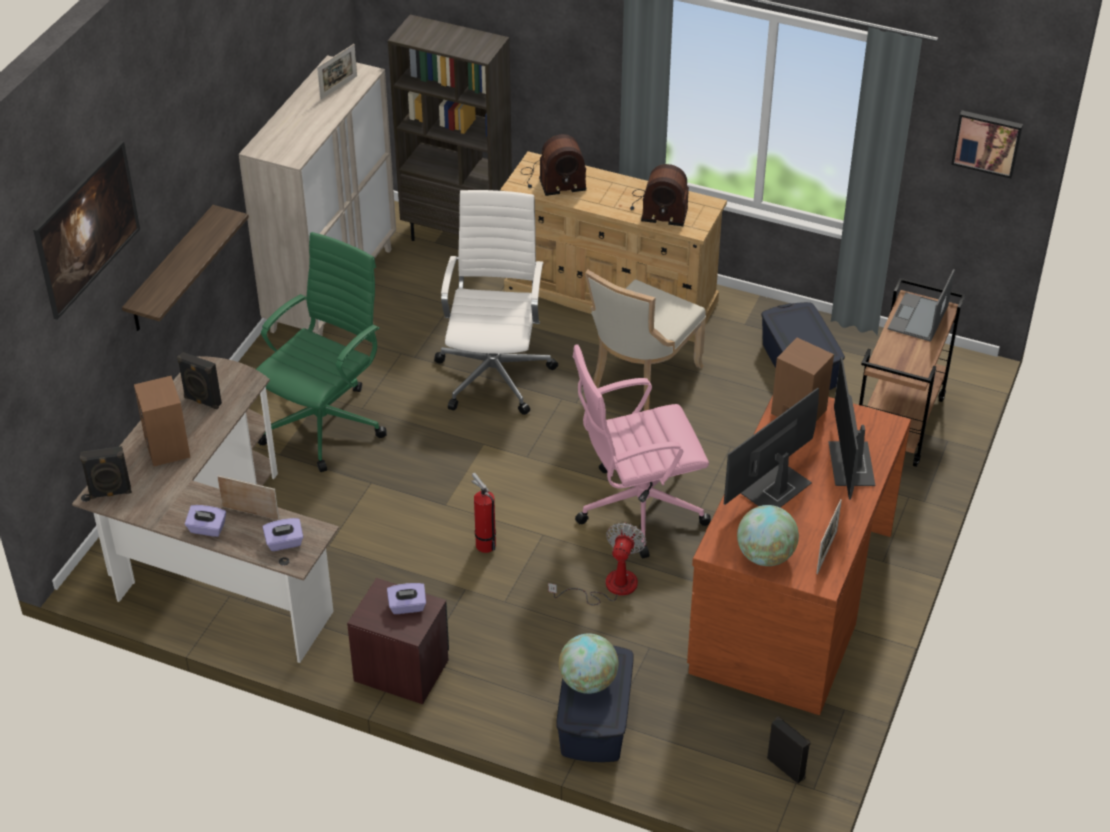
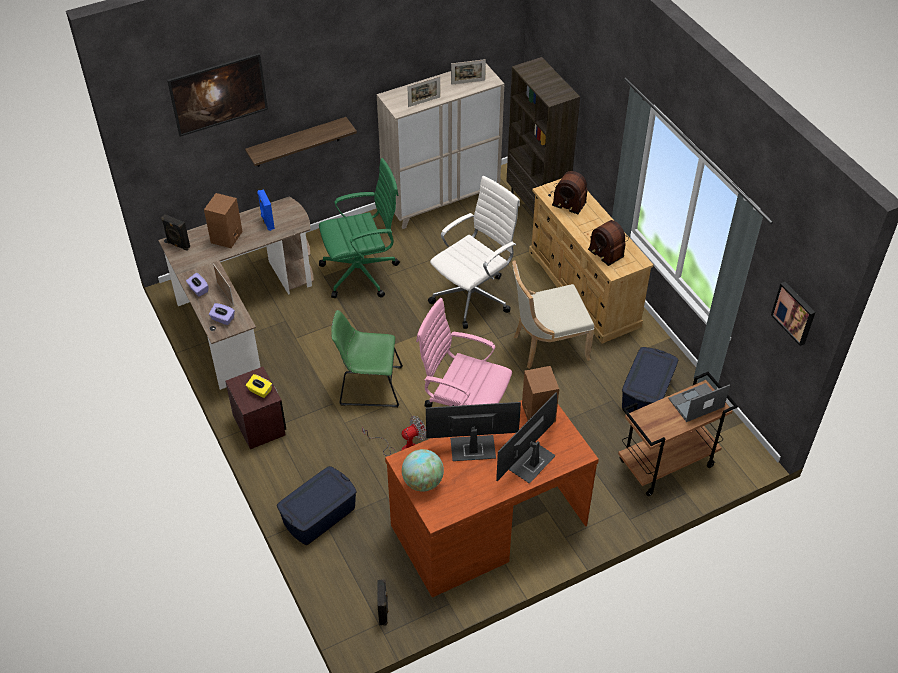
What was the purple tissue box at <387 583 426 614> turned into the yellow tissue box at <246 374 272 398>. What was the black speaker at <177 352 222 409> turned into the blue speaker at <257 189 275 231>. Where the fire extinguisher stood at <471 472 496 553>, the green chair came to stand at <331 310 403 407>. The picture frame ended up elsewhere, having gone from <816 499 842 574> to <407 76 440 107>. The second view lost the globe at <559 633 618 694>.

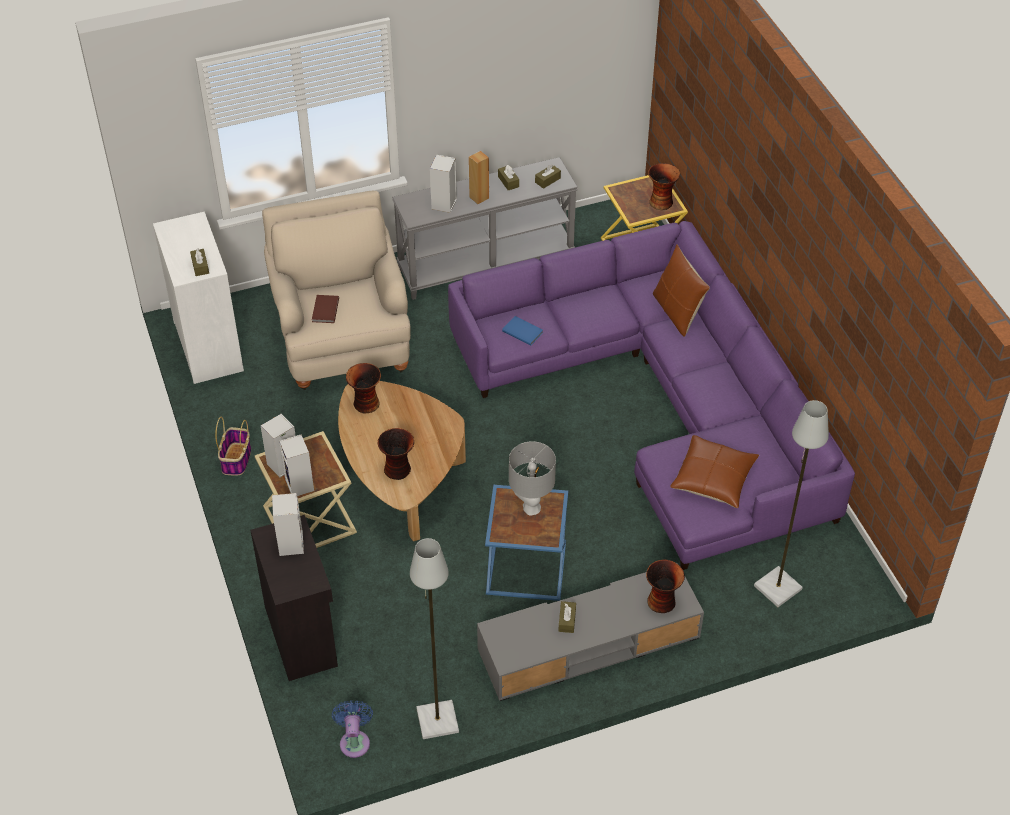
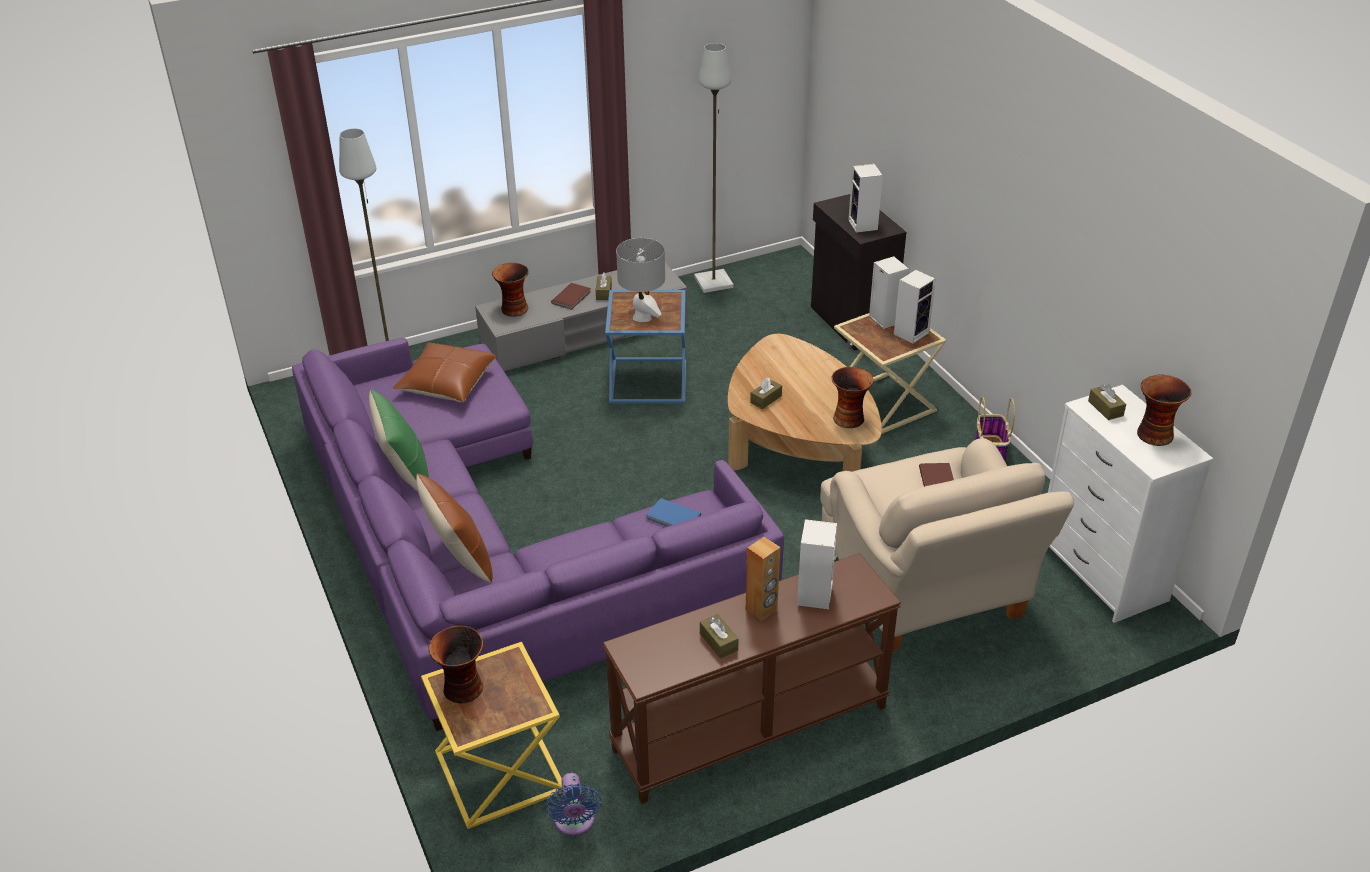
The second view gained the green pillow at <369 390 429 492>. The blue fan ended up elsewhere, having gone from <332 700 373 758> to <545 773 602 836>. The second view gained the brown book at <551 283 591 310>. What was the grey console table at <392 157 578 300> turned into the brown console table at <603 553 901 804>. The brown tissue box ended up elsewhere, having gone from <535 164 561 189> to <750 377 782 409>. The vase ended up elsewhere, having gone from <378 428 414 480> to <1137 374 1191 446>.

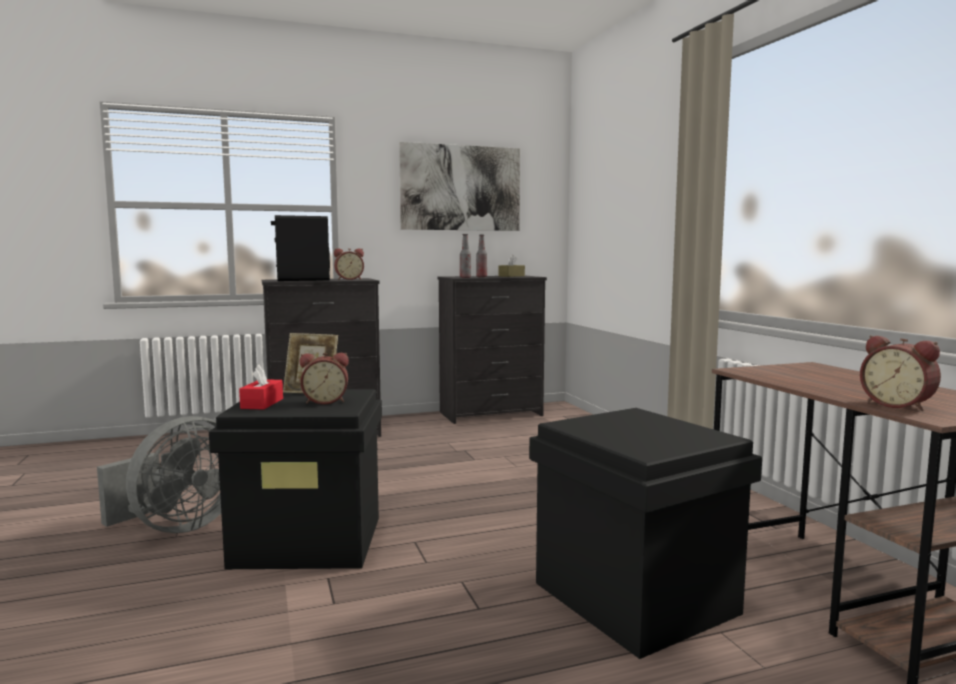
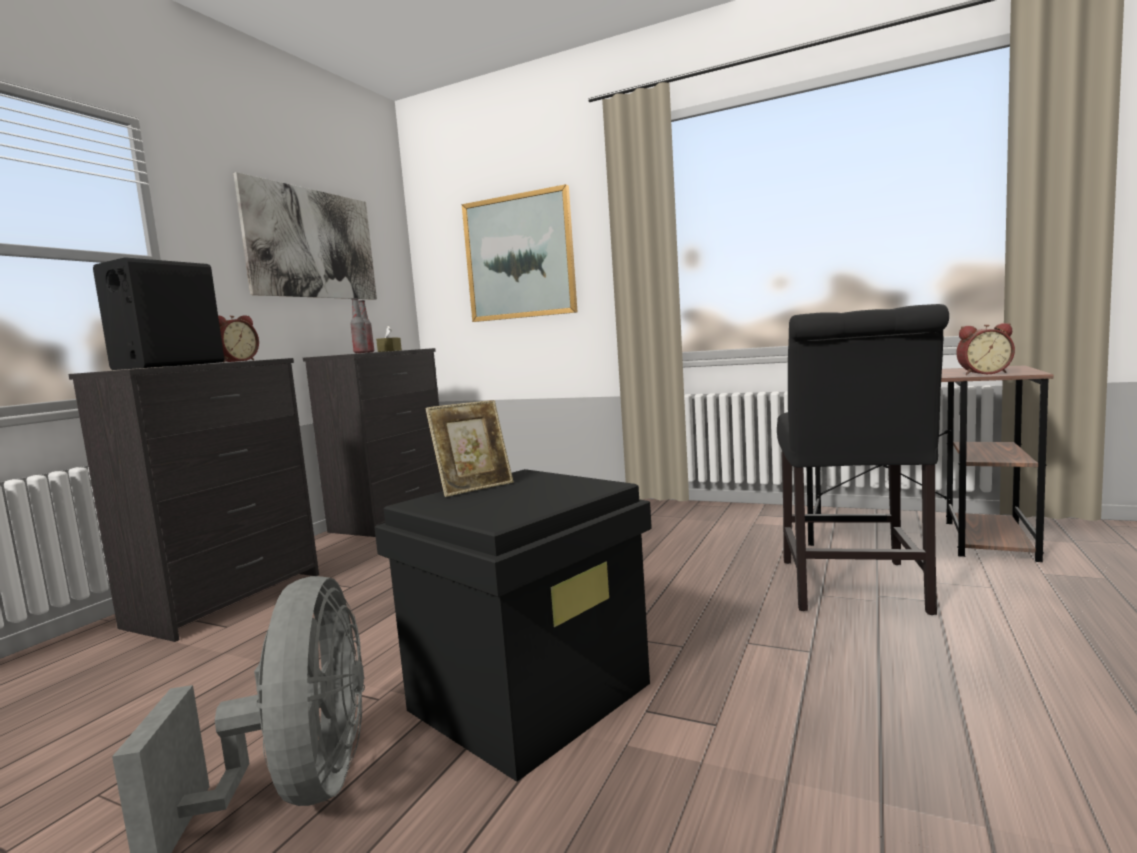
The second view gained the picture at <462 184 578 322>. Where the black storage box stood at <529 408 762 659>, the black chair came to stand at <777 304 949 615>. The second view lost the red tissue box at <239 365 283 410>. The second view lost the alarm clock at <300 353 349 405>.

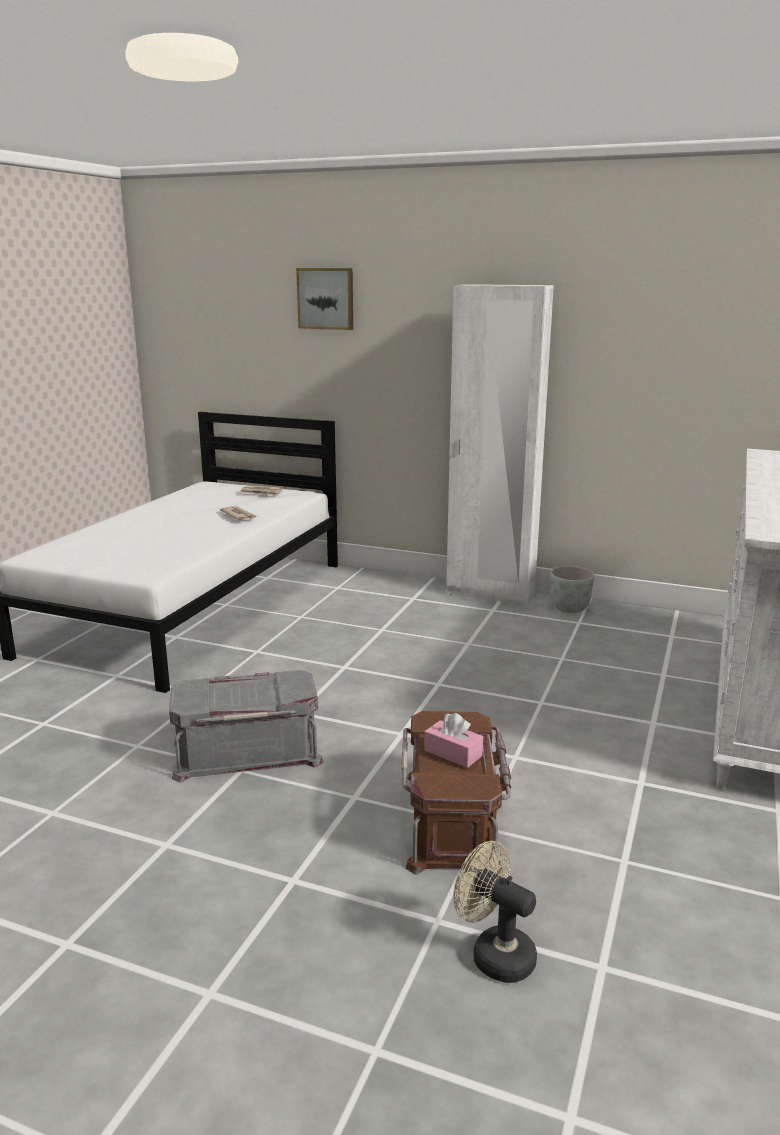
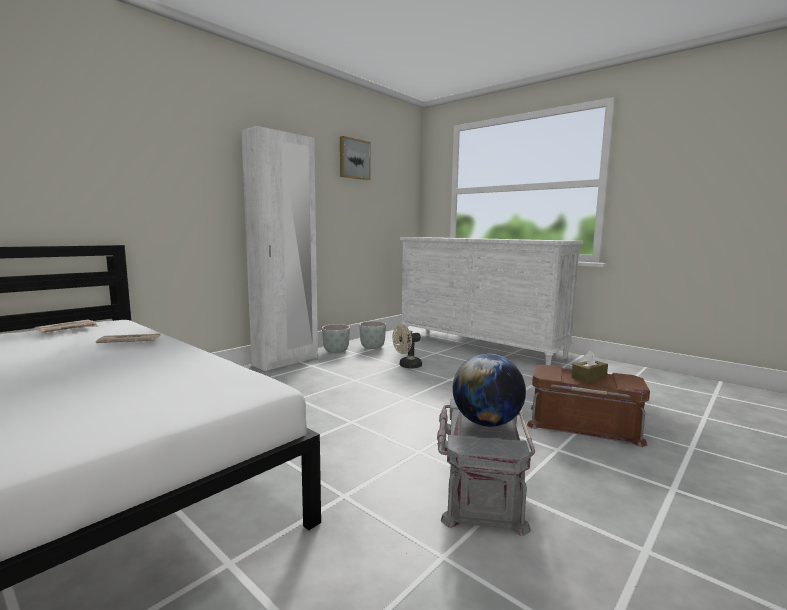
The picture ended up elsewhere, having gone from <296 268 353 330> to <340 136 371 180>. The second view gained the grey planter at <359 321 386 349>. The beige fan ended up elsewhere, having gone from <454 841 537 983> to <392 324 422 369>. The second view gained the globe at <453 354 526 427>. What was the pink tissue box at <424 713 483 768> turned into the brown tissue box at <571 350 608 383>.

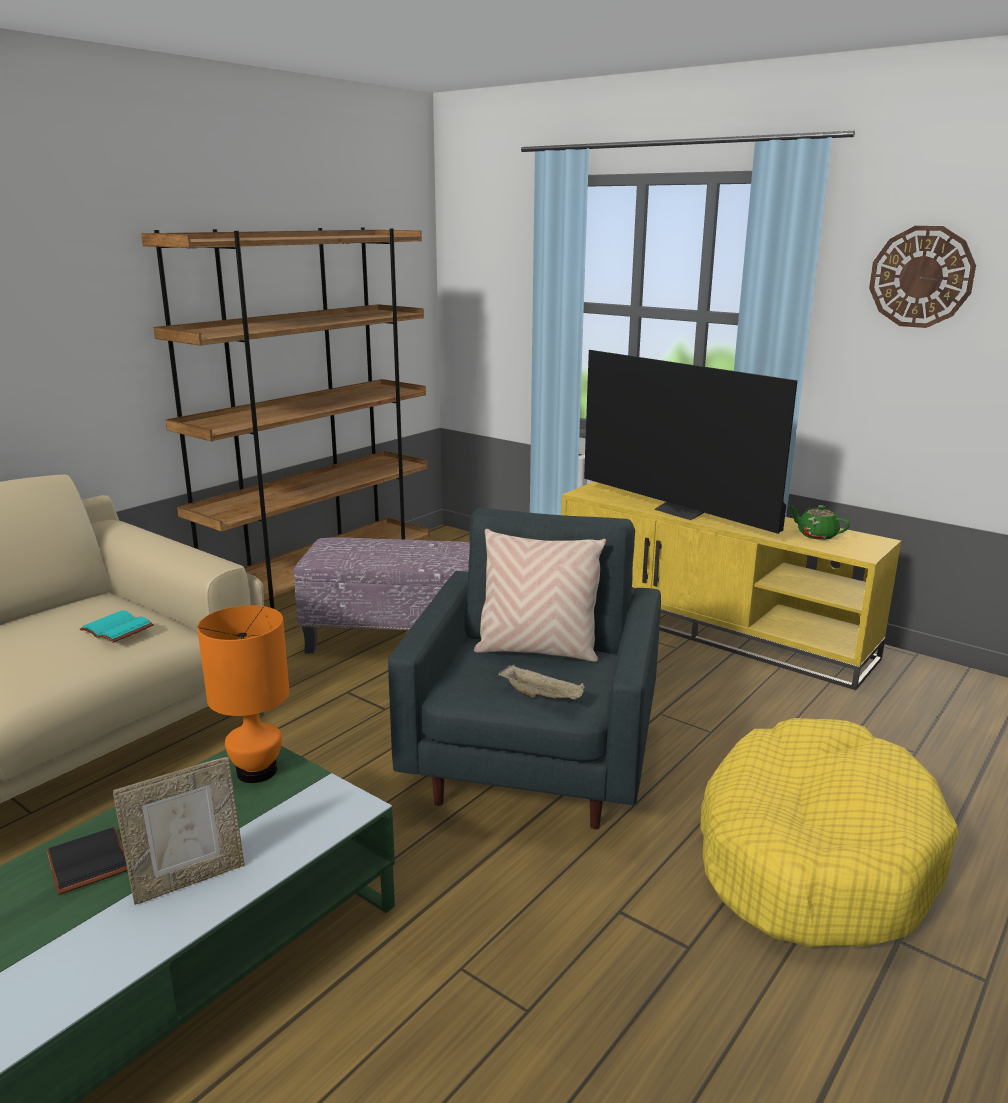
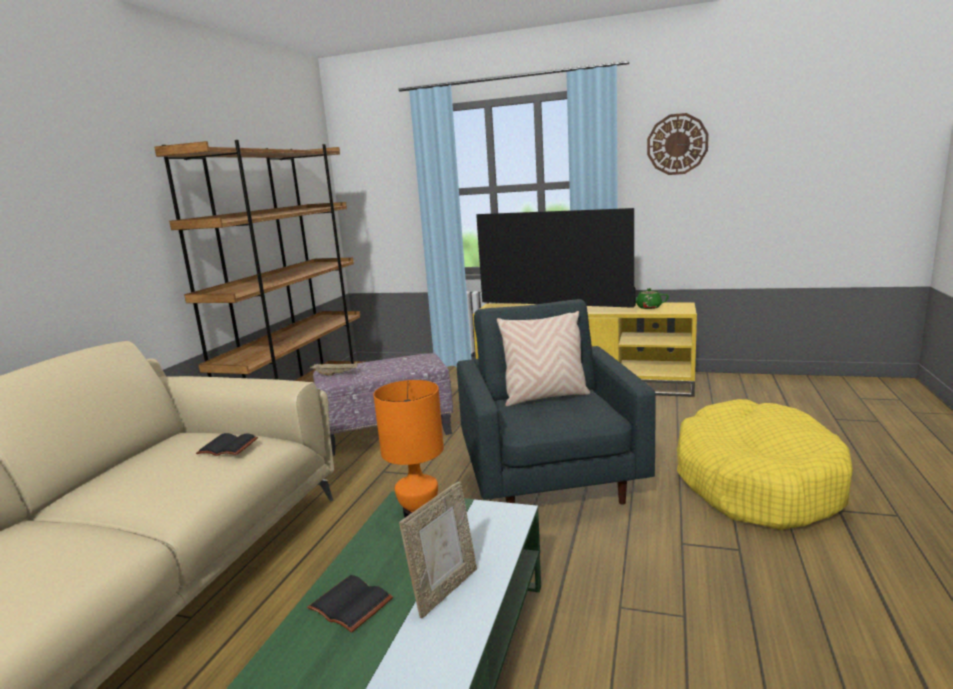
What was the turquoise book at <80 611 154 643> turned into the black book at <196 433 258 456>. The beige tray ended up elsewhere, having gone from <498 665 585 700> to <310 363 358 376>.

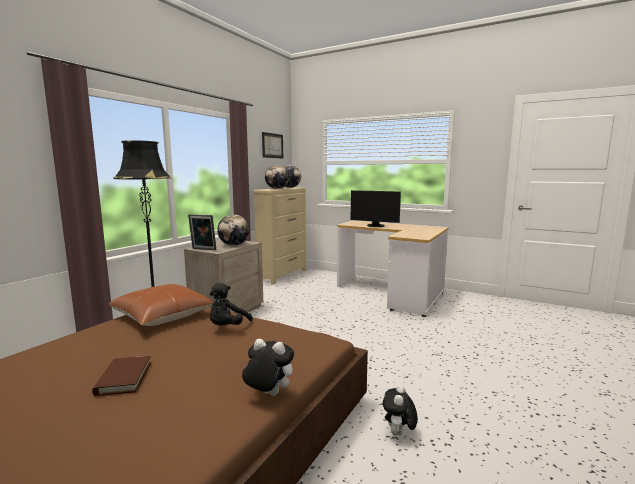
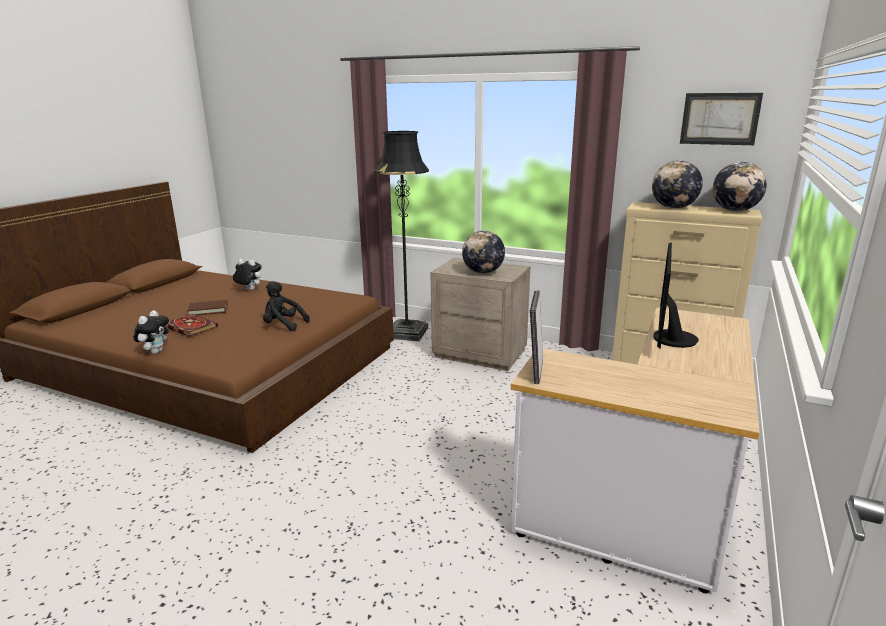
The second view gained the book at <166 314 218 337>. The plush toy ended up elsewhere, having gone from <383 385 418 435> to <233 259 261 290>. The picture frame ended up elsewhere, having gone from <188 214 216 250> to <530 291 543 384>. The second view lost the brown pillow at <108 284 213 326>.

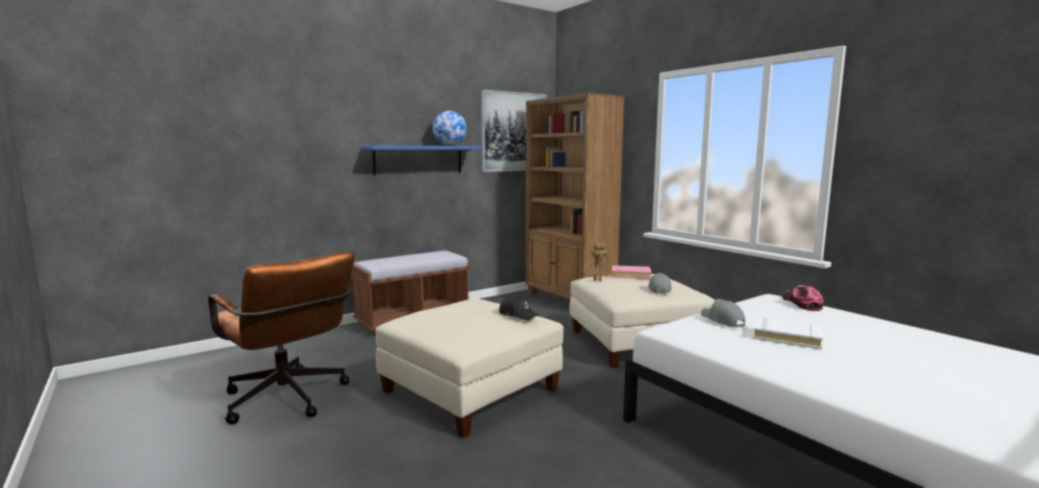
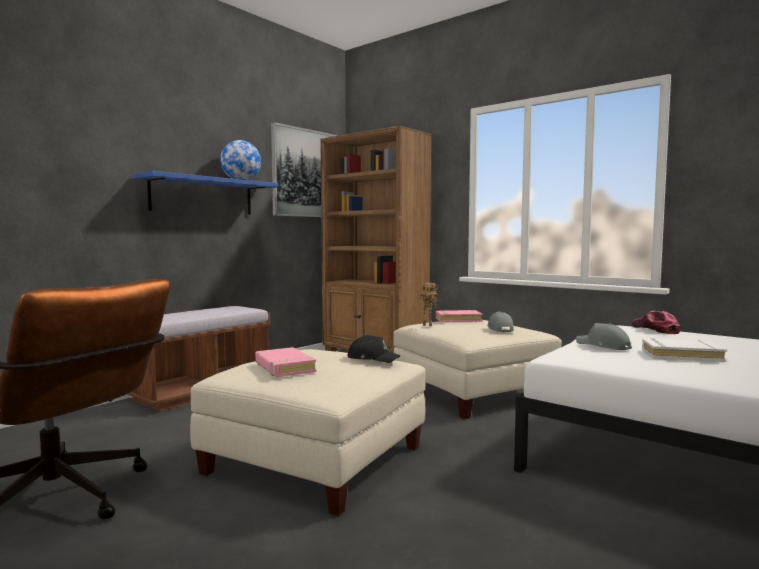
The second view gained the pink book at <256 347 316 377>.

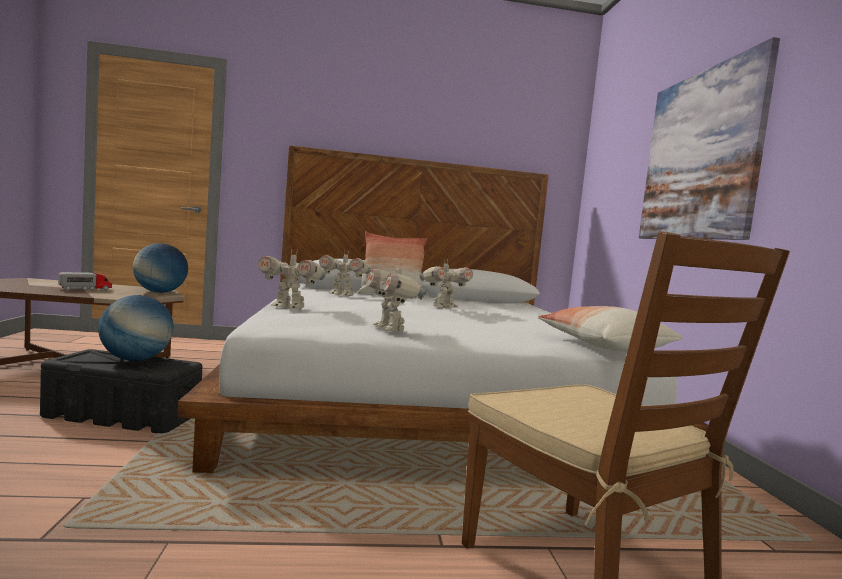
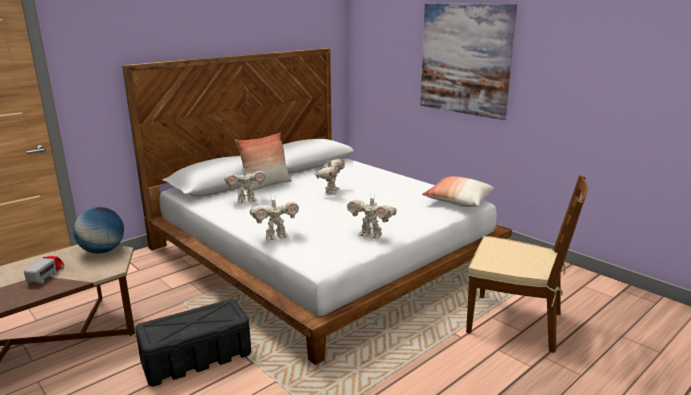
The second view lost the globe at <98 295 173 361>.

